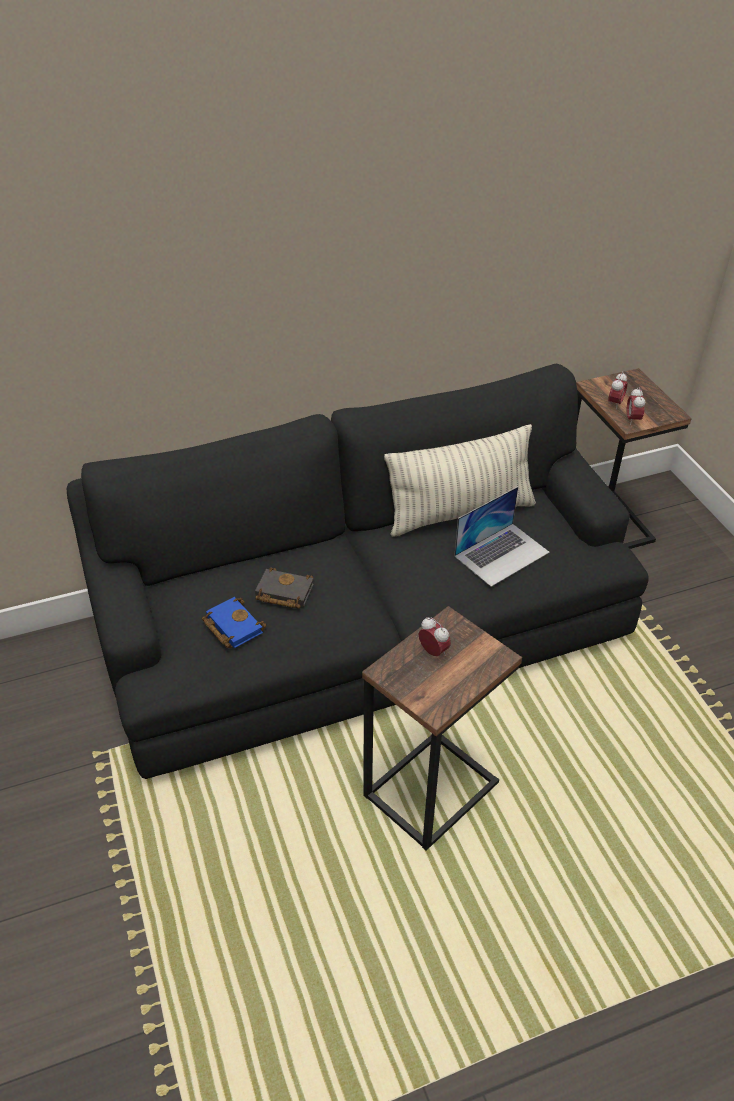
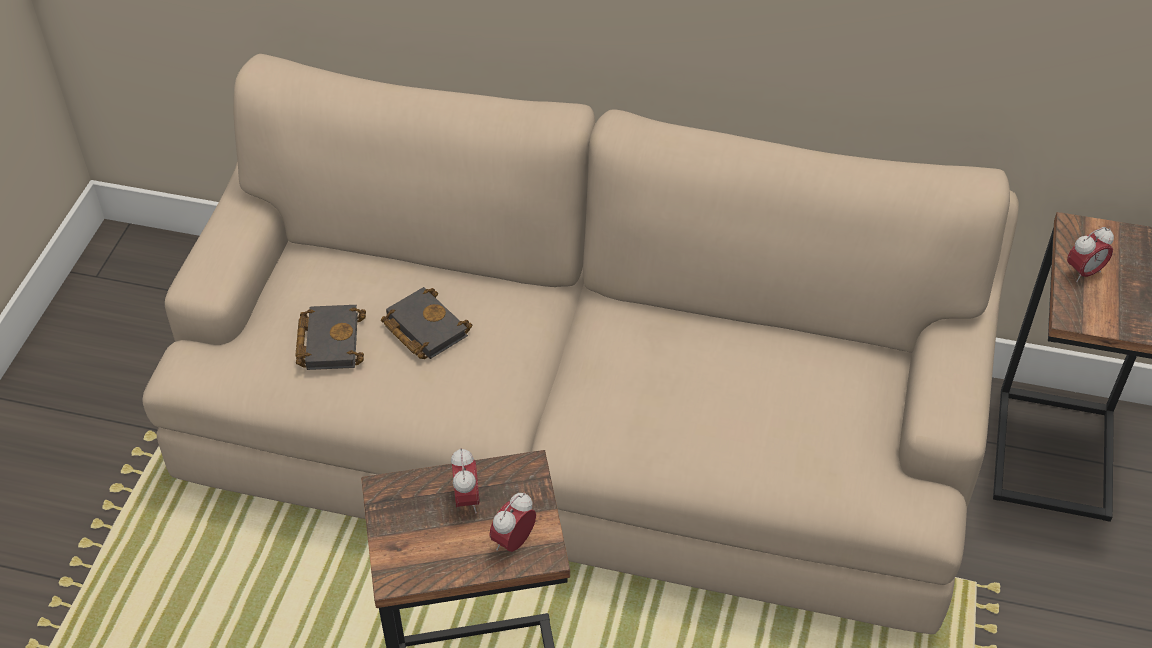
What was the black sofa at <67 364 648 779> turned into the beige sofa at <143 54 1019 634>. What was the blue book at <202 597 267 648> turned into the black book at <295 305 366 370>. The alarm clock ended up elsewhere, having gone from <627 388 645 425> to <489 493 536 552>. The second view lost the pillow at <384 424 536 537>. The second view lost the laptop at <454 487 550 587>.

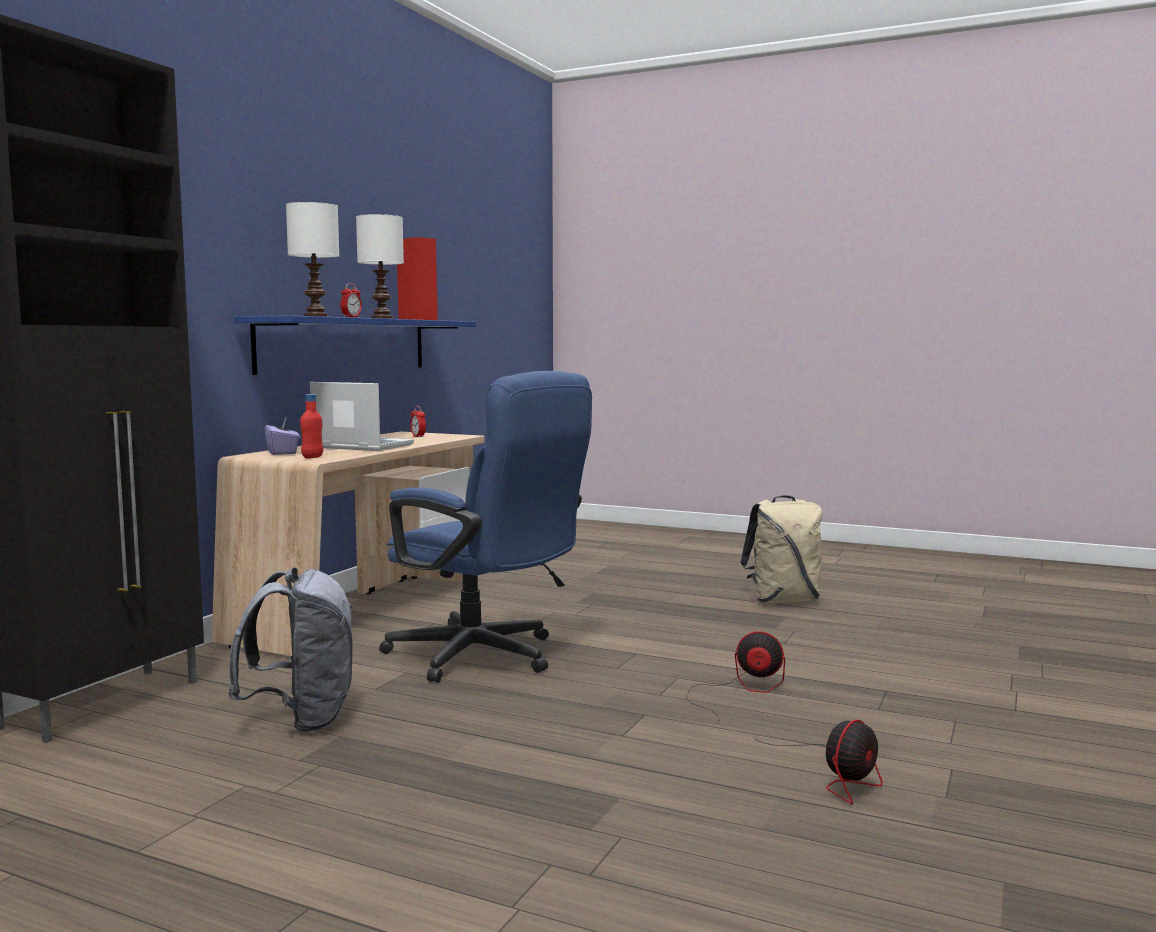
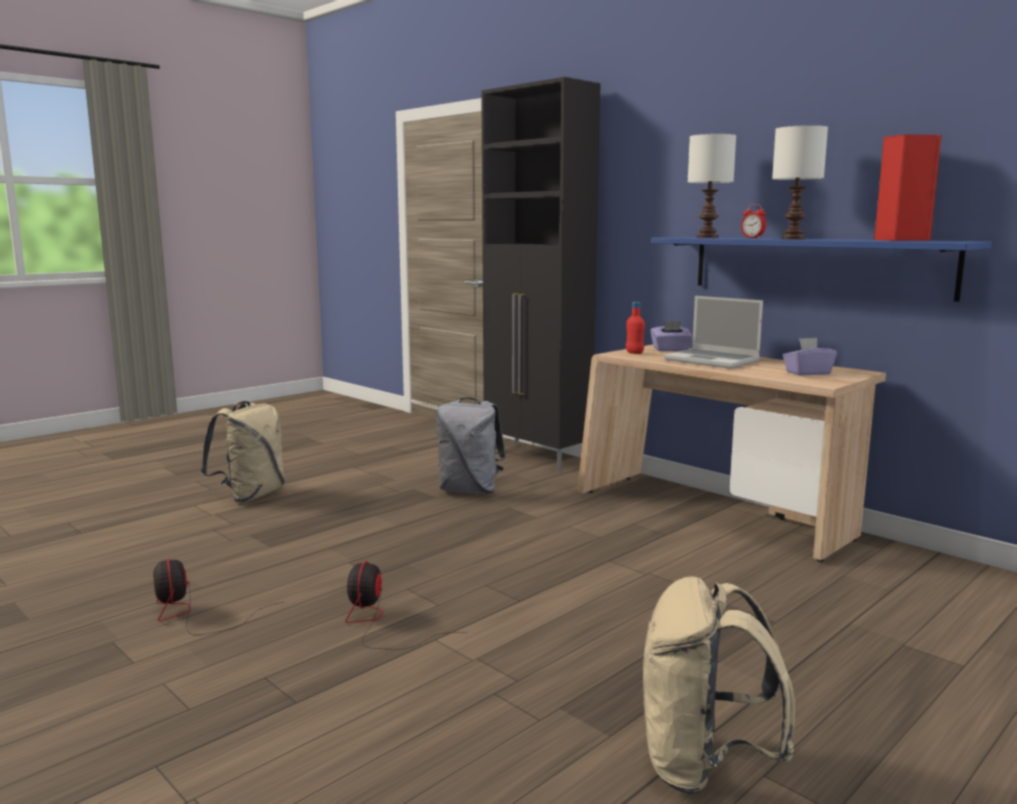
The second view gained the beige backpack at <200 401 285 503>. The fan at <686 631 785 725> ended up facing another way, 150 degrees clockwise from before. The laptop at <310 382 414 451> ended up facing another way, 90 degrees clockwise from before. Where the alarm clock stood at <410 406 426 438>, the purple tissue box came to stand at <783 338 837 376>. The second view lost the blue office chair at <379 371 592 683>.

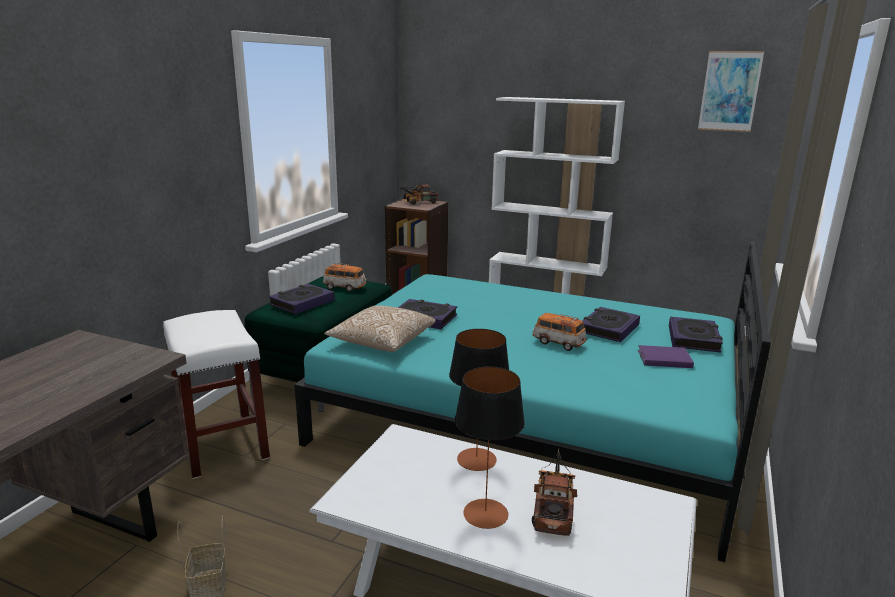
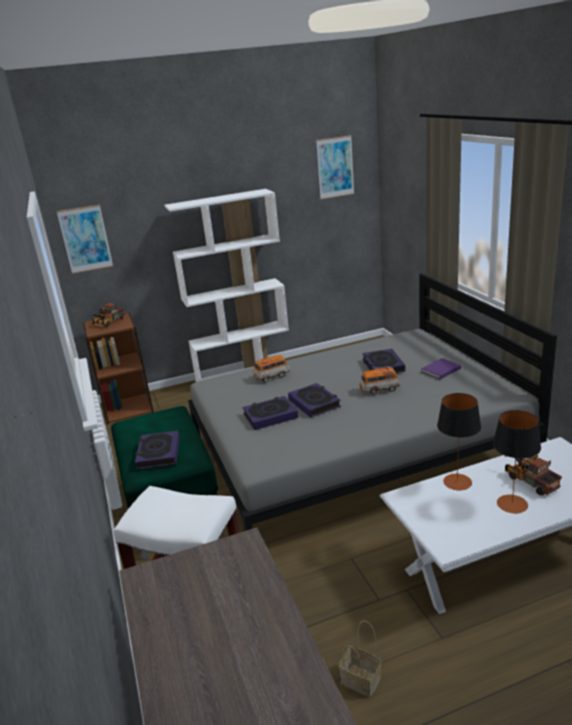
The second view gained the picture at <57 205 113 274>. What was the turquoise bed at <295 241 771 562> turned into the grey bed at <188 273 557 531>. The toy car ended up elsewhere, having gone from <323 263 366 292> to <253 355 290 382>. The book ended up elsewhere, having gone from <669 316 723 353> to <288 383 341 418>. The second view lost the pillow at <324 306 436 352>.

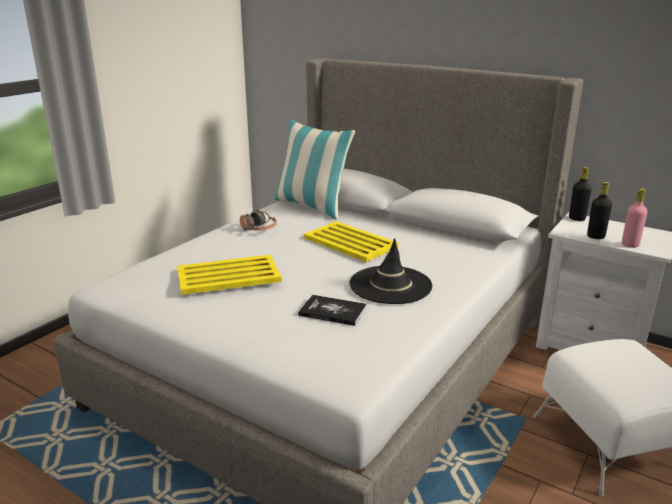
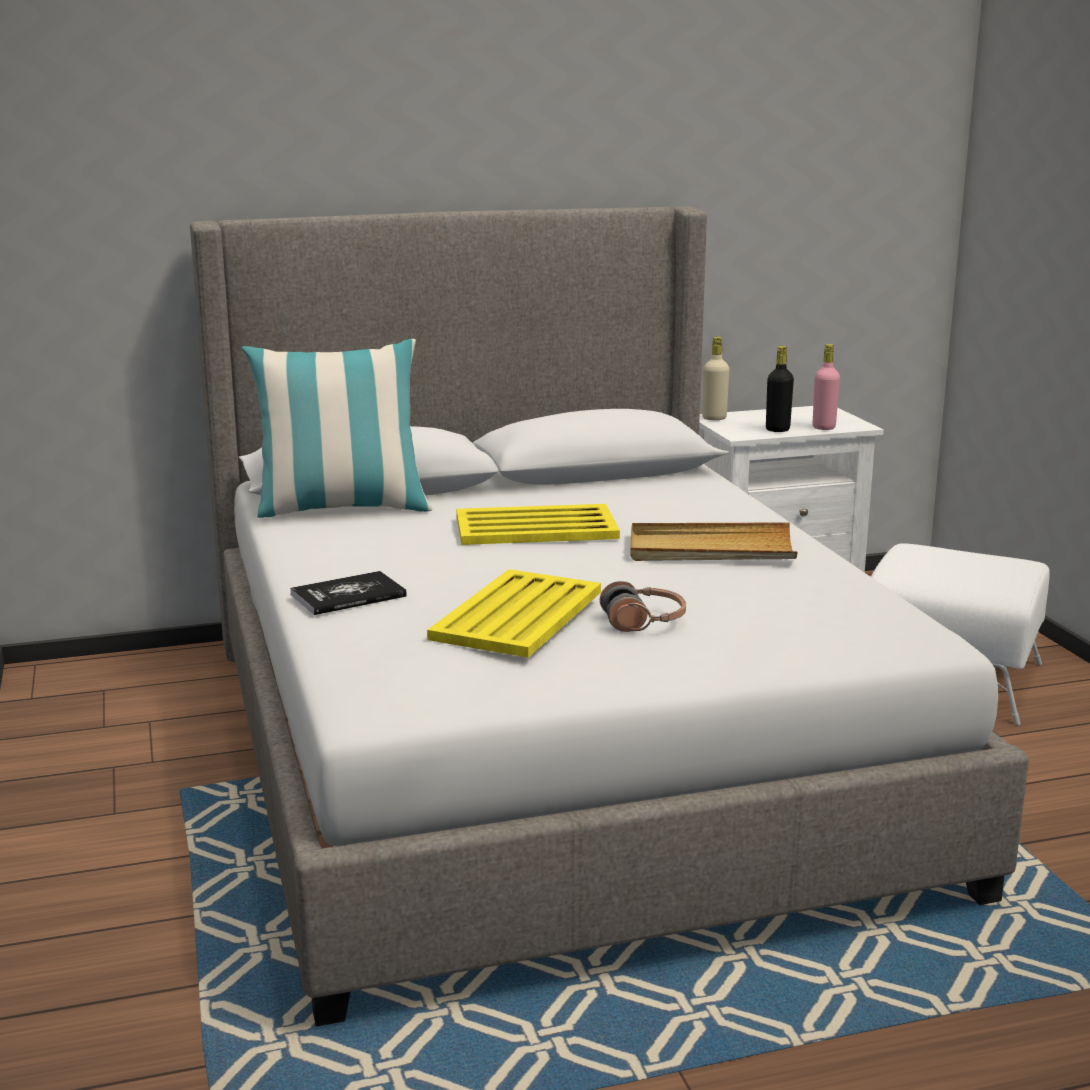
The book ended up elsewhere, having gone from <298 295 367 326> to <290 571 407 615>. The headphones ended up elsewhere, having gone from <240 210 277 231> to <600 581 686 632>. Where the black hat stood at <349 238 432 304>, the beige tray came to stand at <630 523 798 561>. What was the black bottle at <569 167 592 221> turned into the beige bottle at <702 337 729 420>.

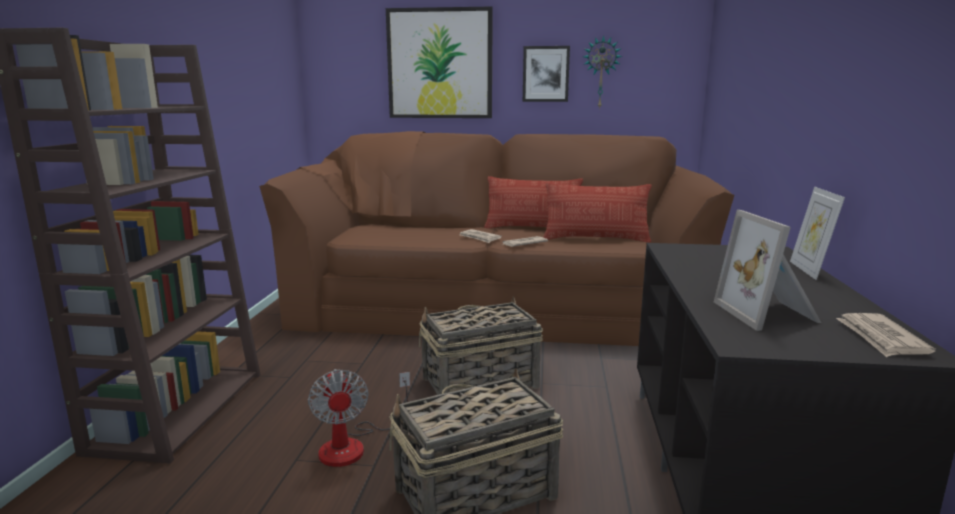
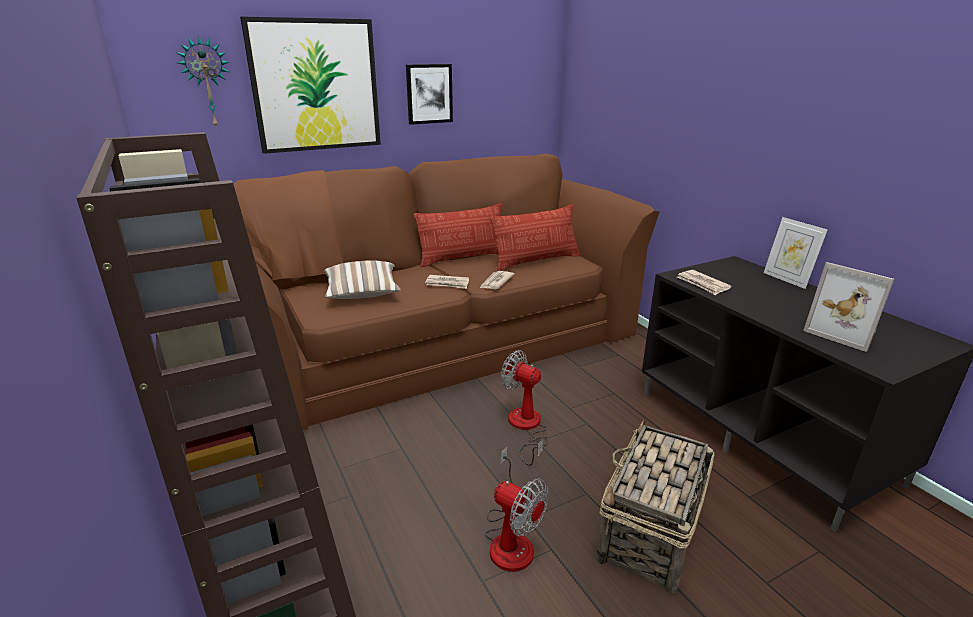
The wall clock ended up elsewhere, having gone from <583 35 622 110> to <176 36 230 129>. The second view gained the pillow at <324 260 401 299>. Where the basket stood at <419 295 543 395>, the fan came to stand at <501 350 548 466>. The newspaper ended up elsewhere, having gone from <836 313 936 357> to <677 270 732 295>.

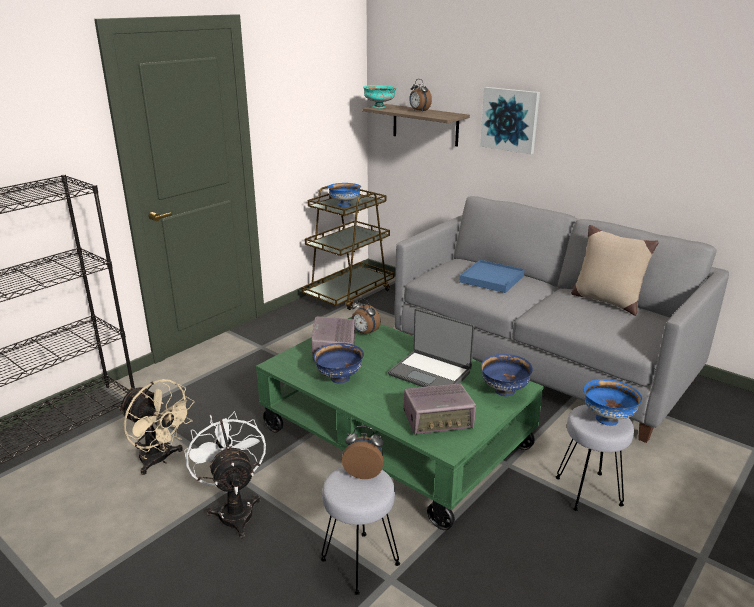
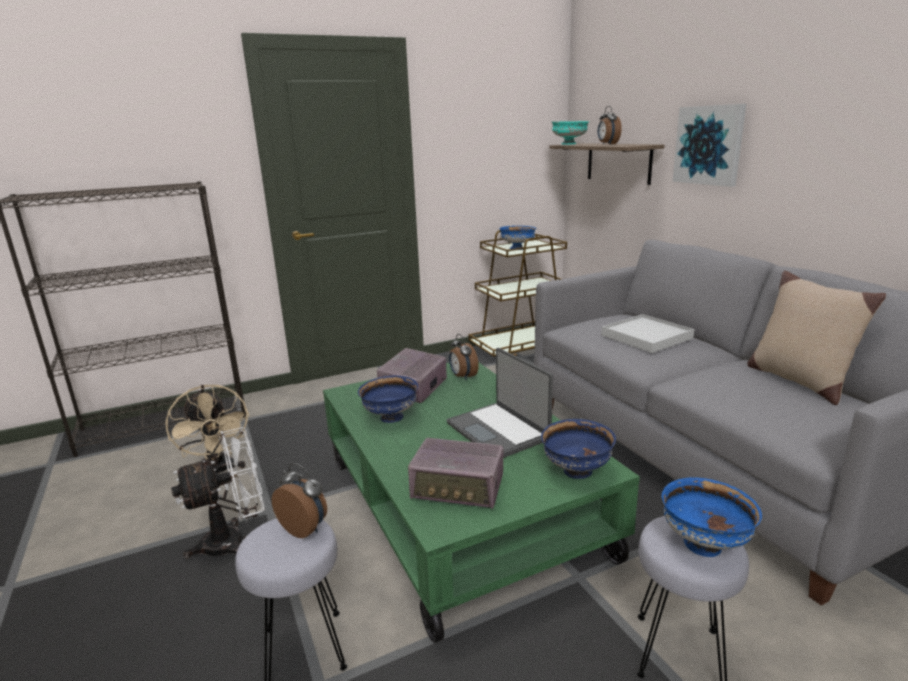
The white fan at <184 411 266 539> ended up facing another way, 60 degrees clockwise from before. What was the blue tray at <459 260 525 293> turned into the white tray at <601 314 694 353>.

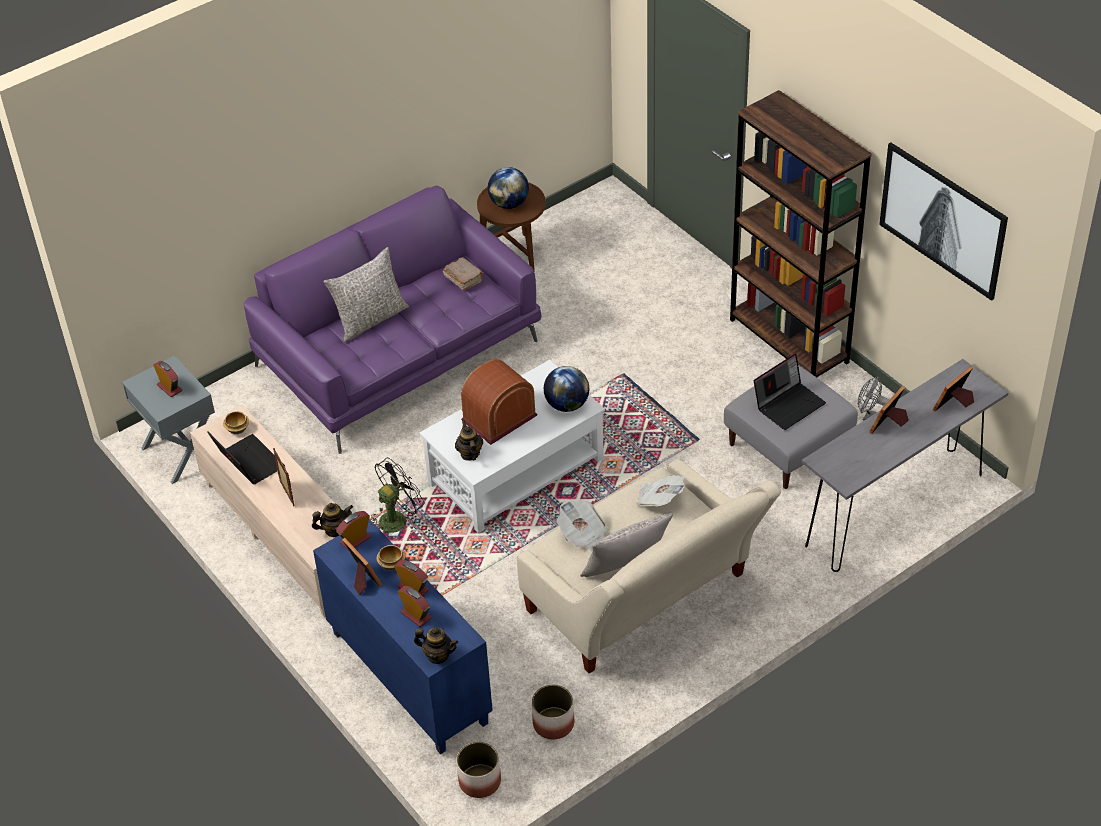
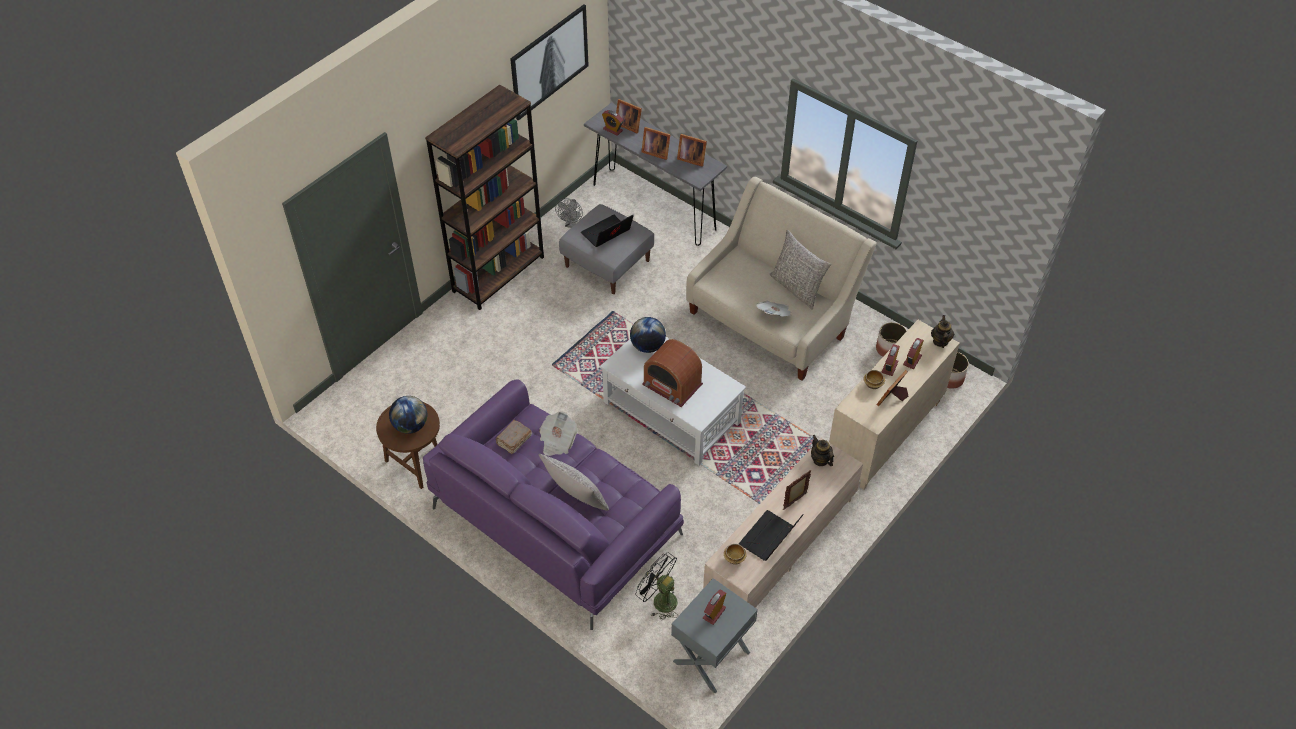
The newspaper ended up elsewhere, having gone from <636 475 685 506> to <539 411 578 456>. The laptop at <754 354 826 430> ended up facing another way, 75 degrees counterclockwise from before. The alarm clock ended up elsewhere, having gone from <336 511 371 551> to <602 110 623 136>. The black fan ended up elsewhere, having gone from <371 458 424 533> to <636 552 678 620>. The second view gained the picture frame at <677 134 707 167>. What was the blue cabinet at <313 519 493 754> turned into the beige cabinet at <829 320 960 490>. The second view lost the teapot at <455 421 483 461>.

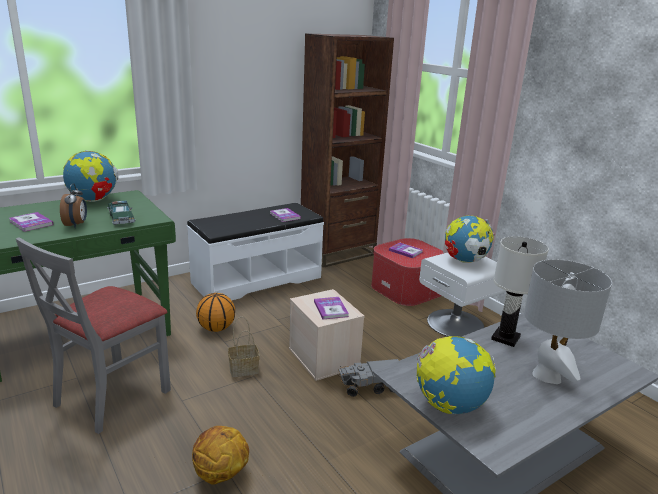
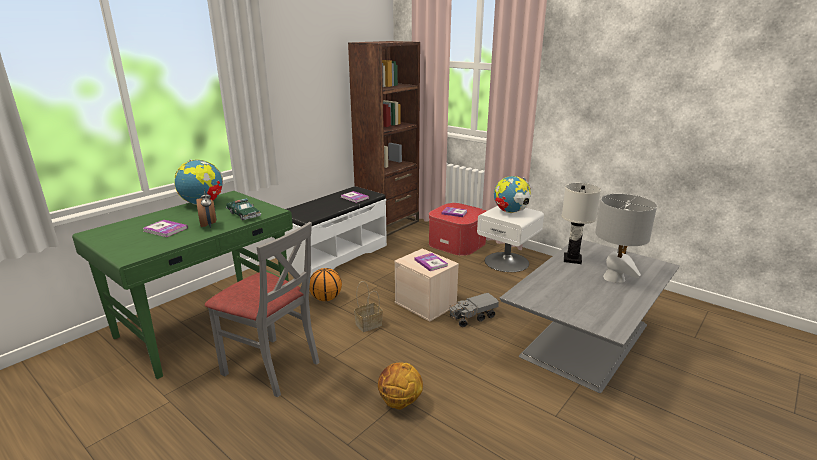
The grey chair at <16 237 171 434> ended up facing another way, 75 degrees counterclockwise from before. The second view lost the globe at <417 336 496 414>.

